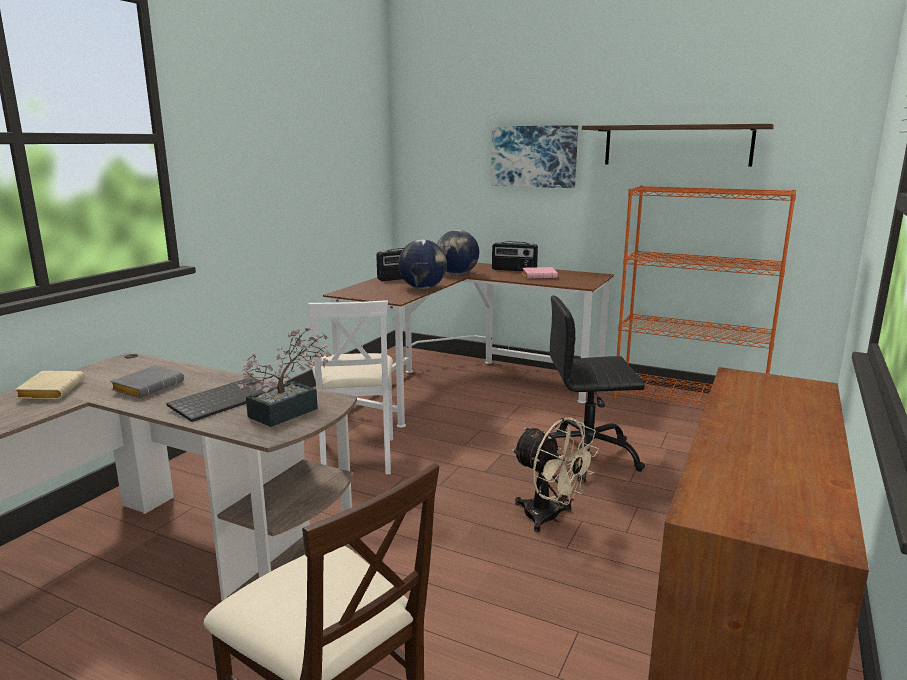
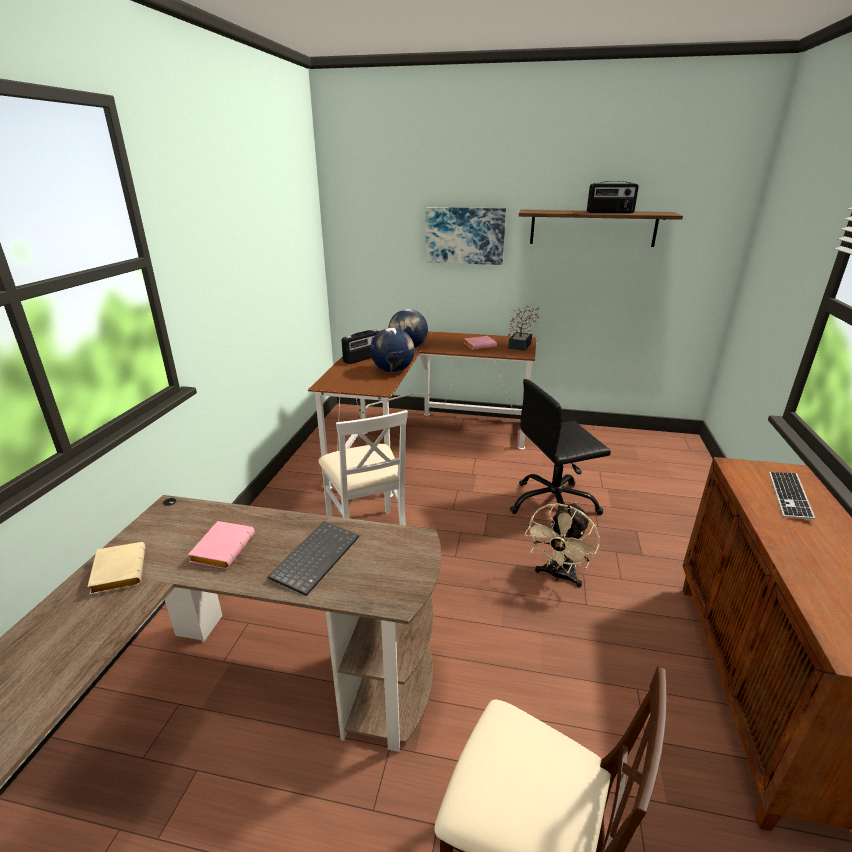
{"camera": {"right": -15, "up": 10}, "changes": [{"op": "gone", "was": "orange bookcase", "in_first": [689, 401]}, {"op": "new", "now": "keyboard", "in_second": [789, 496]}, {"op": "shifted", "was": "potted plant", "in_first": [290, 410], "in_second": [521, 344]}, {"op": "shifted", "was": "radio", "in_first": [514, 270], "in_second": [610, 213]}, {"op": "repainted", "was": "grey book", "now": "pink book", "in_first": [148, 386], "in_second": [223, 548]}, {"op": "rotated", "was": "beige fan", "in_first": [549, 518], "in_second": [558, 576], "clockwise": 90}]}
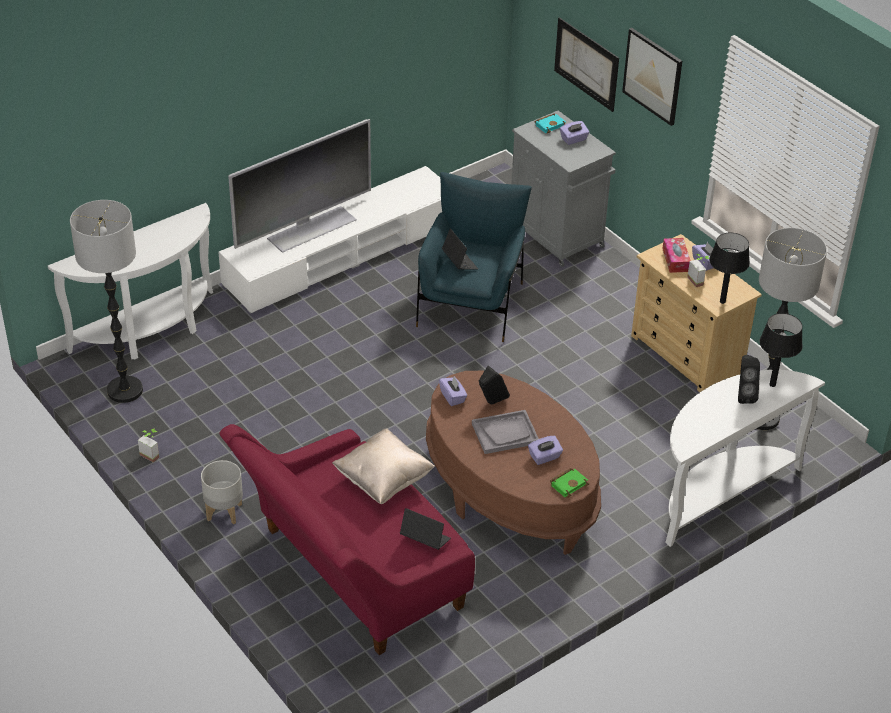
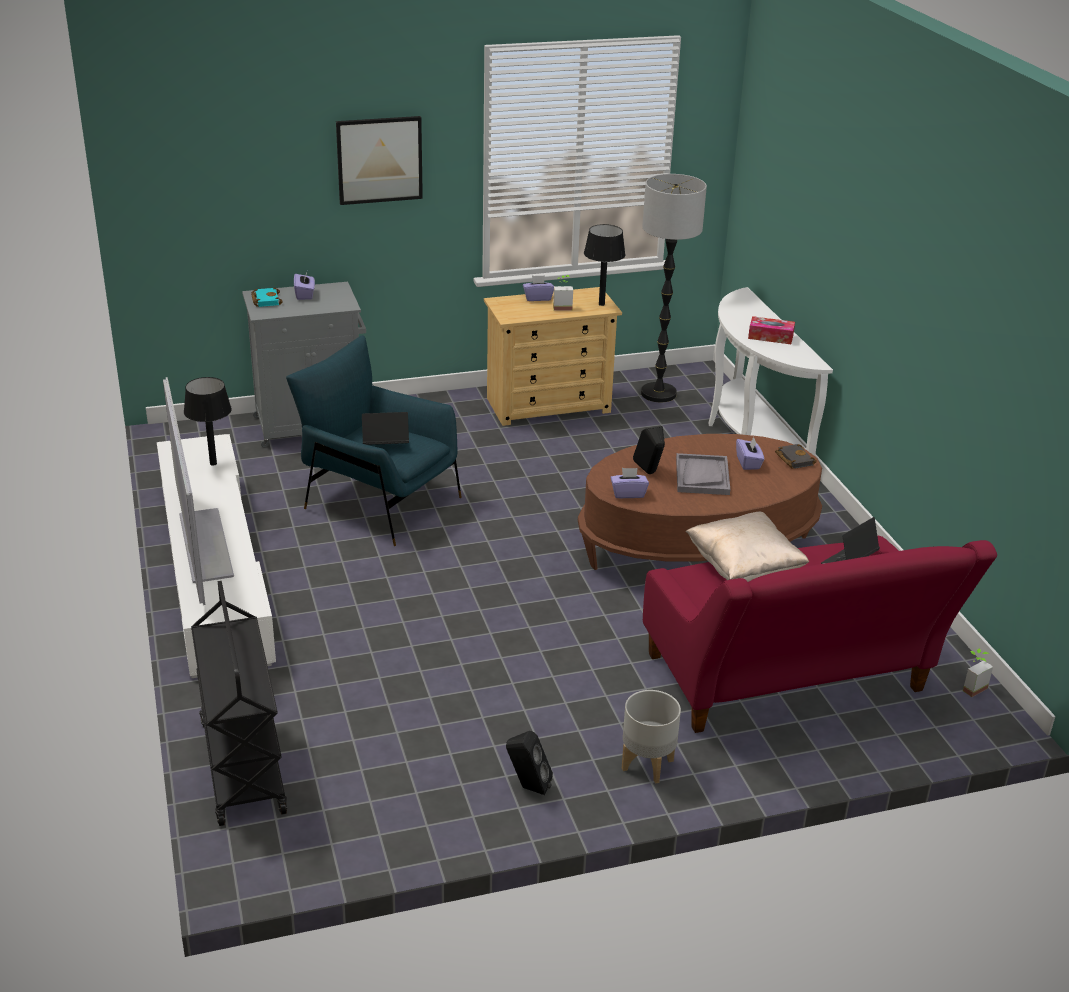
{"camera": {"right": -70, "up": -10}, "changes": [{"op": "gone", "was": "floor lamp", "in_first": [124, 390]}, {"op": "gone", "was": "picture", "in_first": [586, 64]}, {"op": "shifted", "was": "potted plant", "in_first": [152, 454], "in_second": [971, 687]}, {"op": "shifted", "was": "tissue box", "in_first": [675, 260], "in_second": [770, 337]}, {"op": "shifted", "was": "black speaker", "in_first": [744, 395], "in_second": [527, 787]}, {"op": "shifted", "was": "black table lamp", "in_first": [772, 384], "in_second": [213, 463]}, {"op": "swapped", "was": "white console table", "now": "black cart", "in_first": [151, 332], "in_second": [241, 765]}, {"op": "repainted", "was": "green book", "now": "black book", "in_first": [569, 484], "in_second": [793, 459]}]}
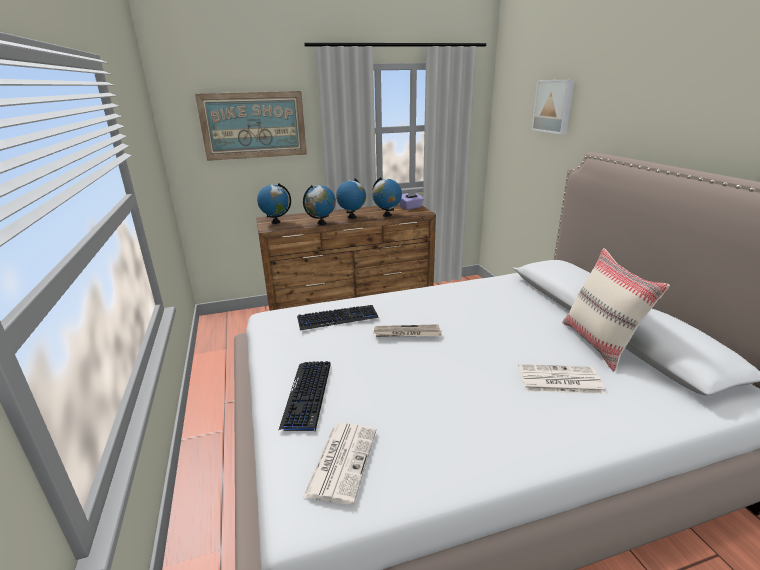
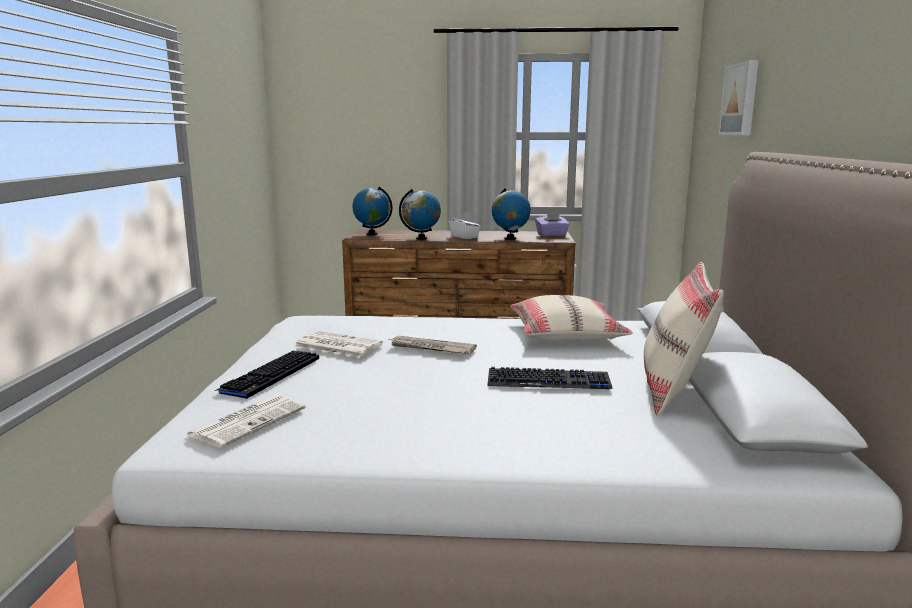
{"camera": {"right": 20, "up": -10}, "changes": [{"op": "gone", "was": "picture", "in_first": [254, 125]}, {"op": "new", "now": "beige pillow", "in_second": [566, 334]}, {"op": "shifted", "was": "keyboard", "in_first": [337, 318], "in_second": [548, 381]}, {"op": "shifted", "was": "newspaper", "in_first": [558, 380], "in_second": [336, 345]}, {"op": "swapped", "was": "globe", "now": "white tissue box", "in_first": [352, 217], "in_second": [464, 237]}]}
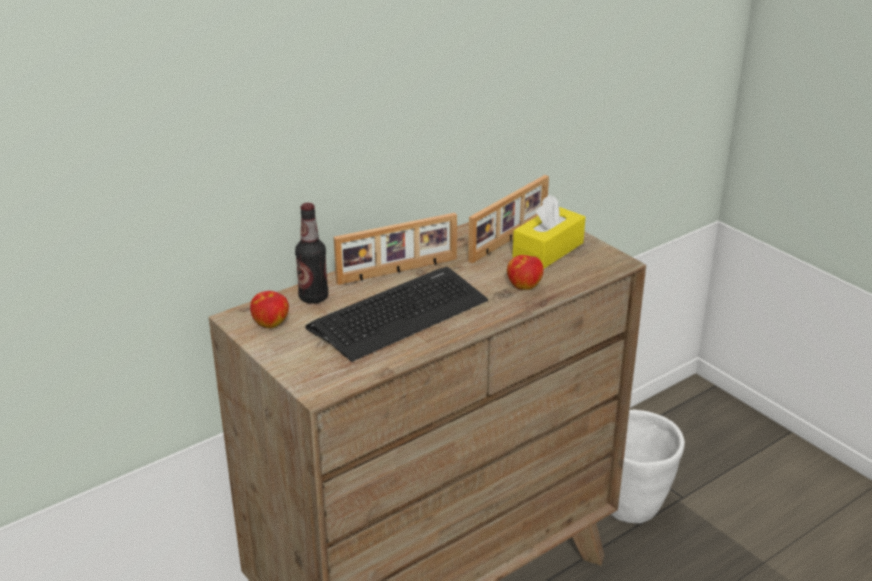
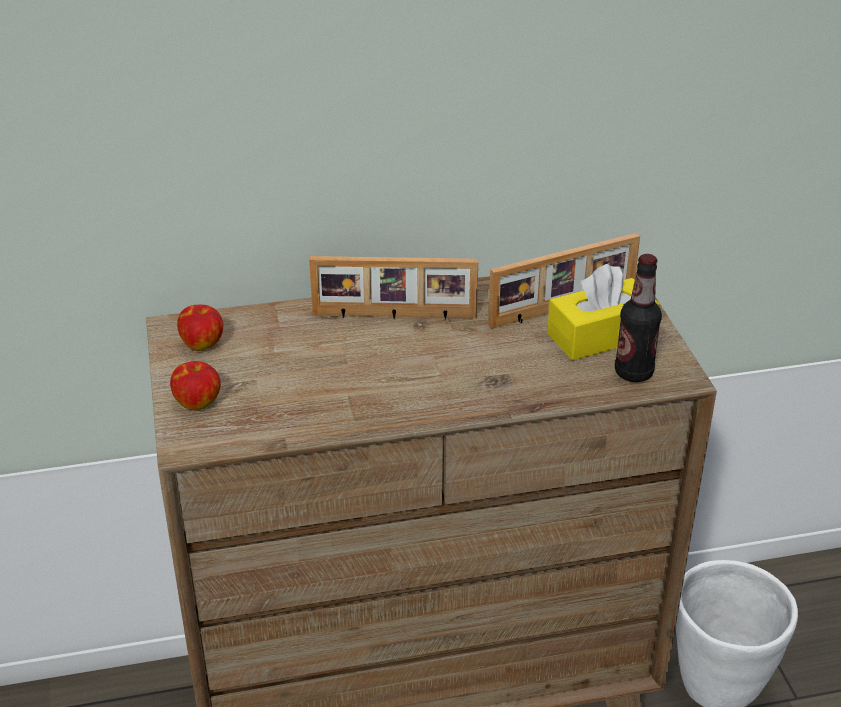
{"camera": {"right": 25, "up": 5}, "changes": [{"op": "gone", "was": "keyboard", "in_first": [399, 314]}, {"op": "shifted", "was": "bottle", "in_first": [313, 297], "in_second": [633, 373]}, {"op": "shifted", "was": "apple", "in_first": [524, 285], "in_second": [198, 402]}]}
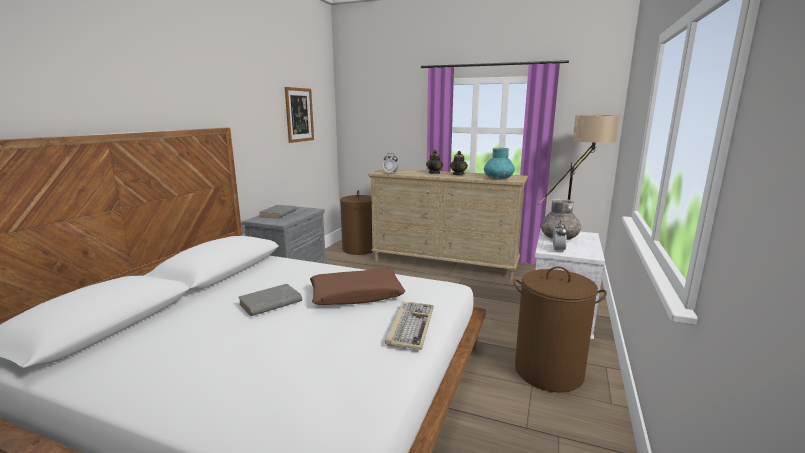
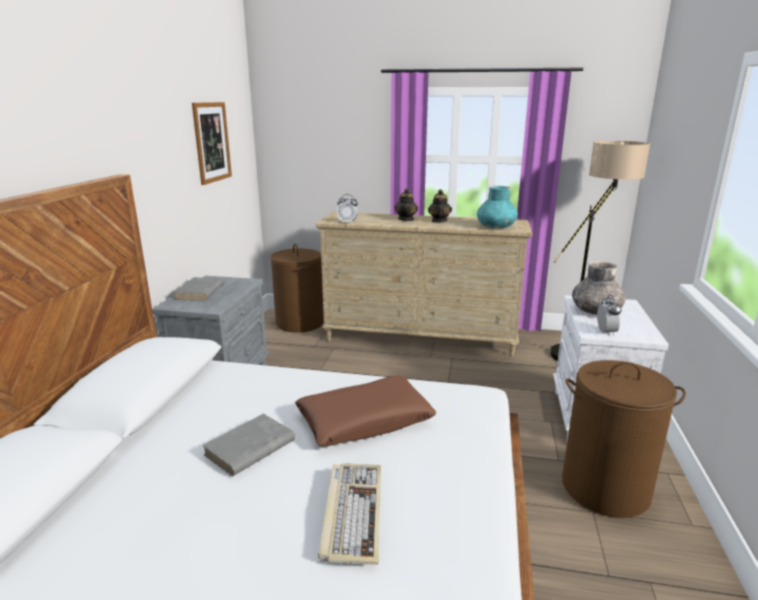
{"camera": {"right": -10, "up": 5}, "changes": [{"op": "shifted", "was": "keyboard", "in_first": [410, 326], "in_second": [352, 512]}]}
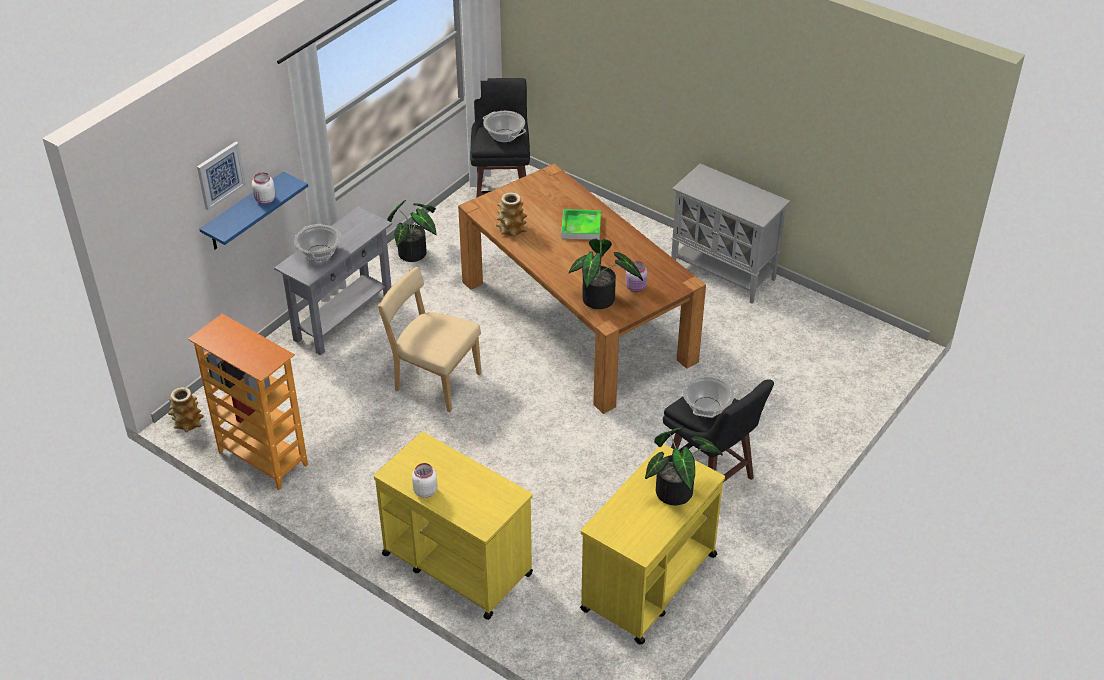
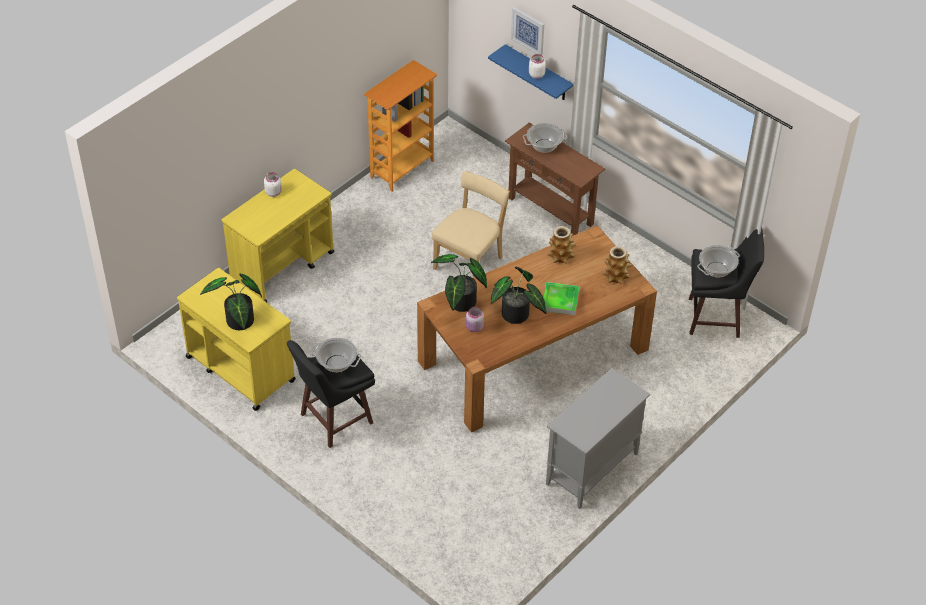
{"camera": {"right": 95, "up": 5}, "changes": [{"op": "shifted", "was": "vase", "in_first": [188, 423], "in_second": [616, 276]}, {"op": "shifted", "was": "potted plant", "in_first": [416, 252], "in_second": [516, 316]}, {"op": "repainted", "was": "grey console table", "now": "brown console table", "in_first": [343, 318], "in_second": [550, 211]}]}
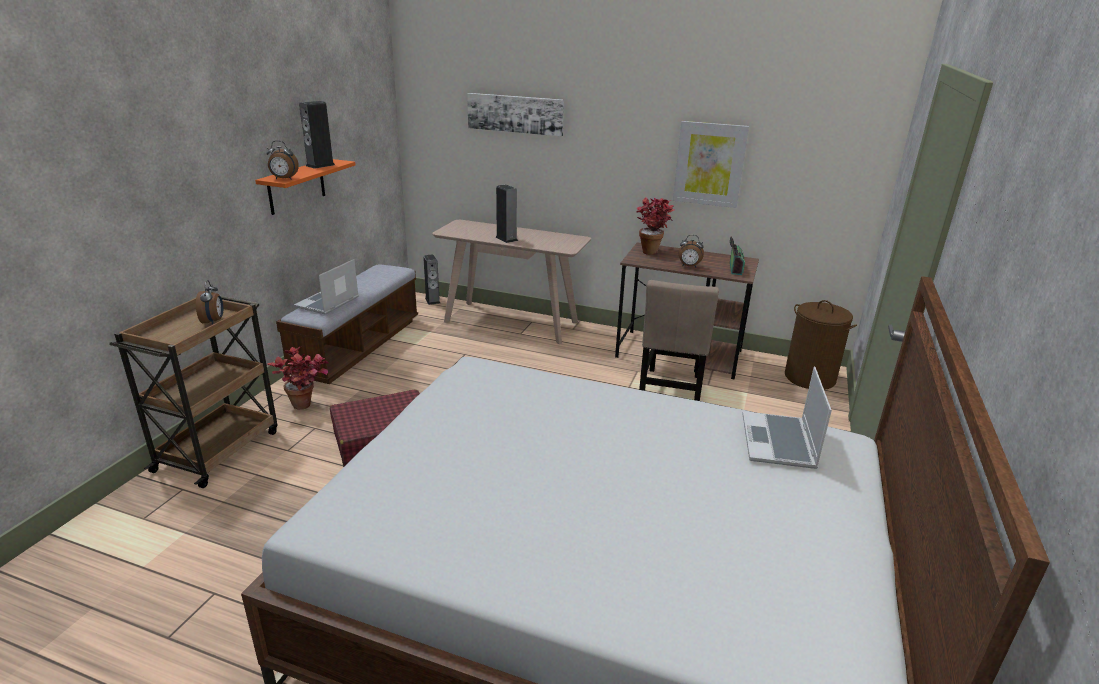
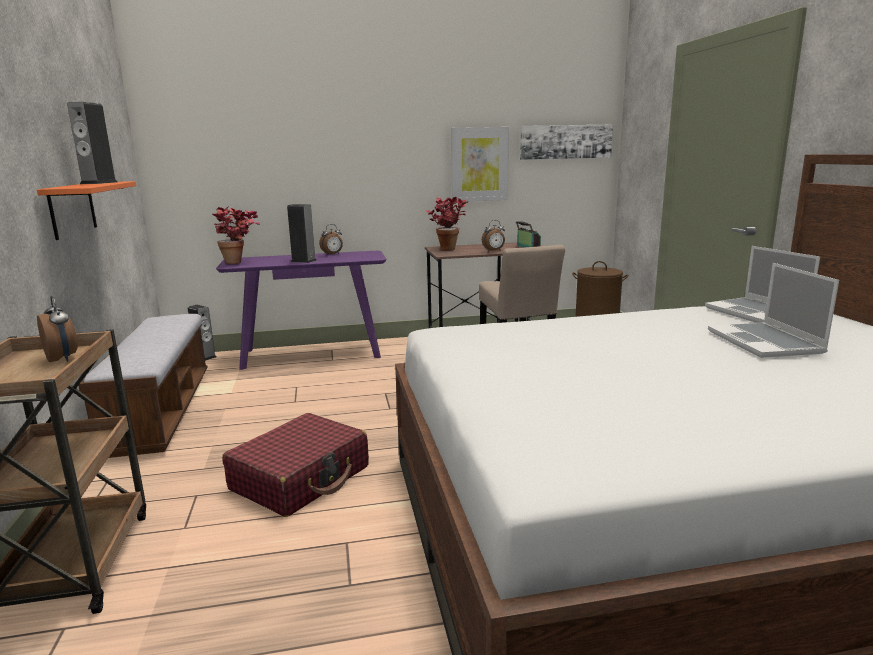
{"camera": {"right": -30, "up": -10}, "changes": [{"op": "shifted", "was": "alarm clock", "in_first": [284, 179], "in_second": [332, 254]}, {"op": "shifted", "was": "potted plant", "in_first": [307, 407], "in_second": [239, 263]}, {"op": "shifted", "was": "laptop", "in_first": [327, 303], "in_second": [766, 342]}, {"op": "shifted", "was": "picture", "in_first": [515, 114], "in_second": [565, 142]}, {"op": "repainted", "was": "beige console table", "now": "purple console table", "in_first": [511, 322], "in_second": [312, 353]}]}
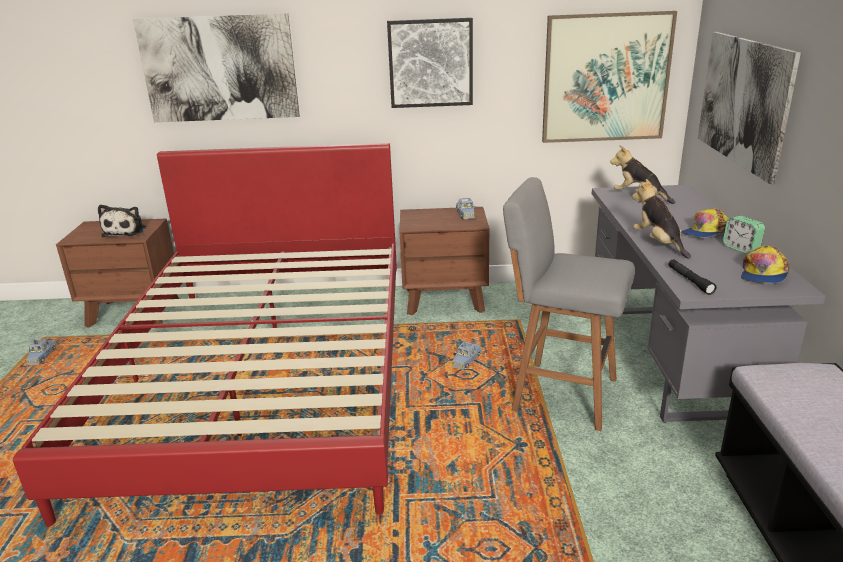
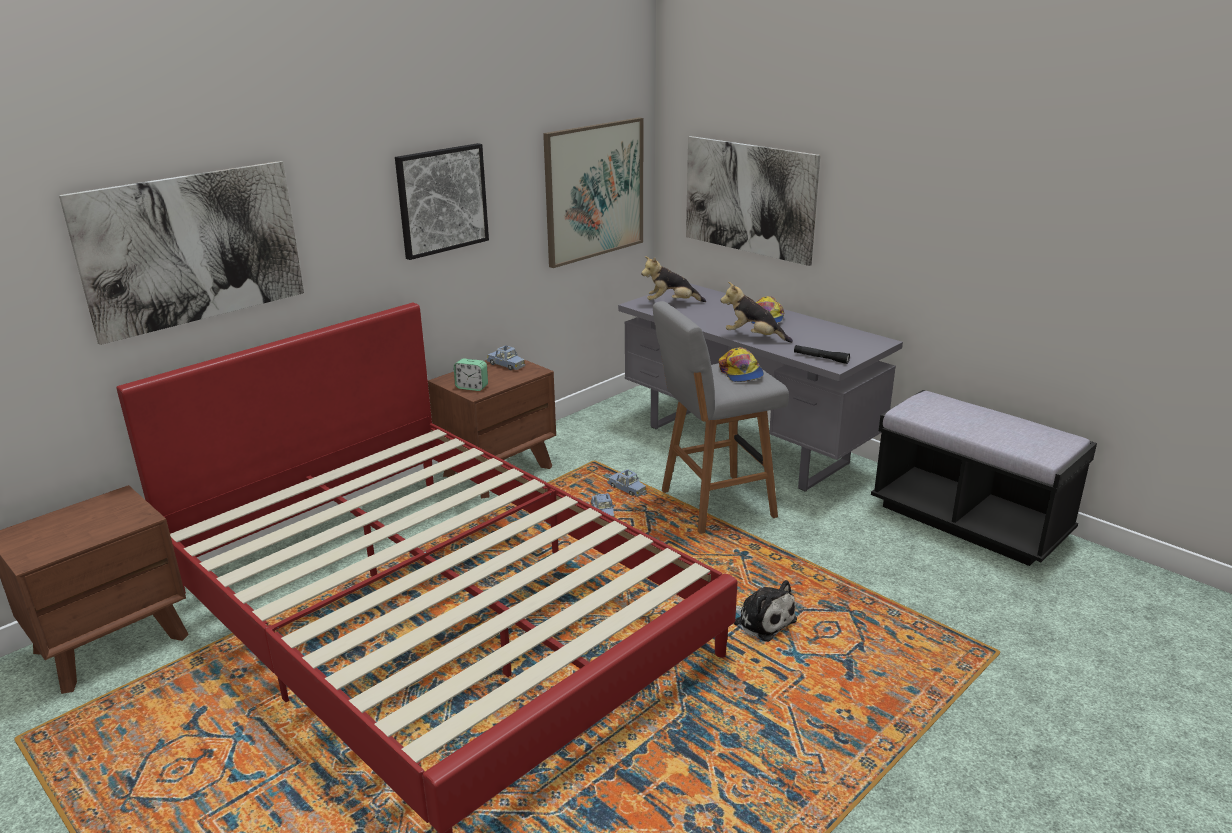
{"camera": {"right": -45, "up": 0}, "changes": [{"op": "shifted", "was": "blue toy car", "in_first": [42, 356], "in_second": [627, 489]}, {"op": "shifted", "was": "plush toy", "in_first": [126, 231], "in_second": [761, 620]}, {"op": "shifted", "was": "alarm clock", "in_first": [741, 248], "in_second": [472, 387]}, {"op": "shifted", "was": "cap", "in_first": [763, 274], "in_second": [741, 373]}]}
